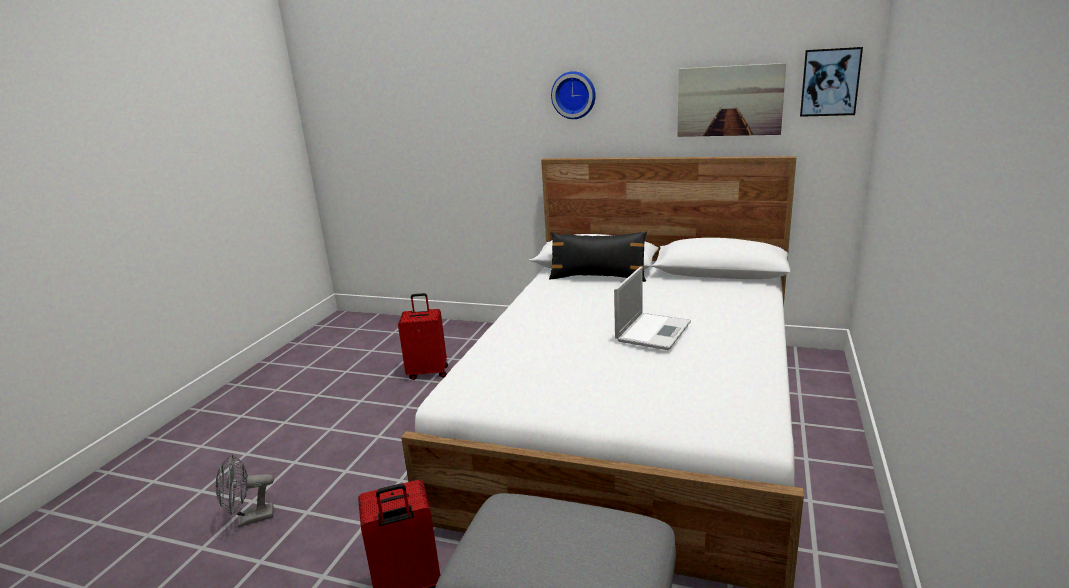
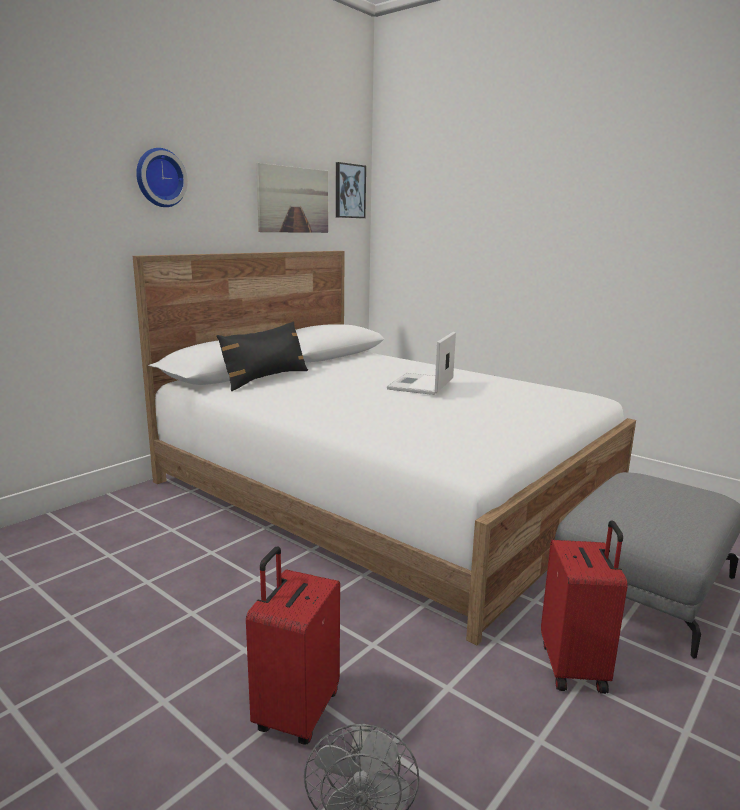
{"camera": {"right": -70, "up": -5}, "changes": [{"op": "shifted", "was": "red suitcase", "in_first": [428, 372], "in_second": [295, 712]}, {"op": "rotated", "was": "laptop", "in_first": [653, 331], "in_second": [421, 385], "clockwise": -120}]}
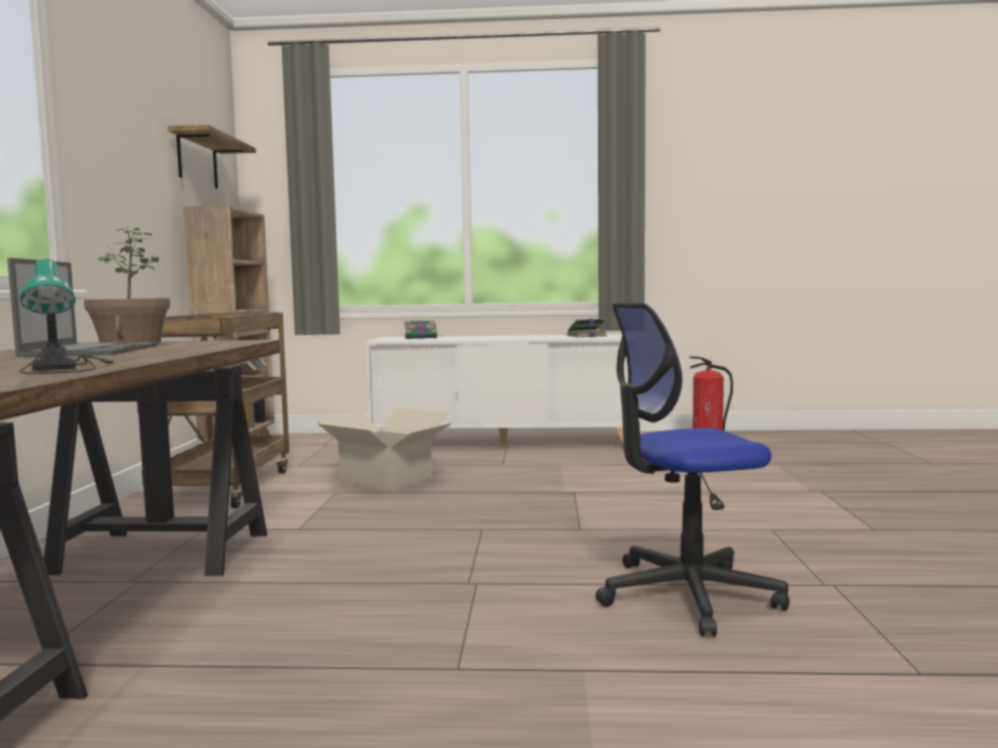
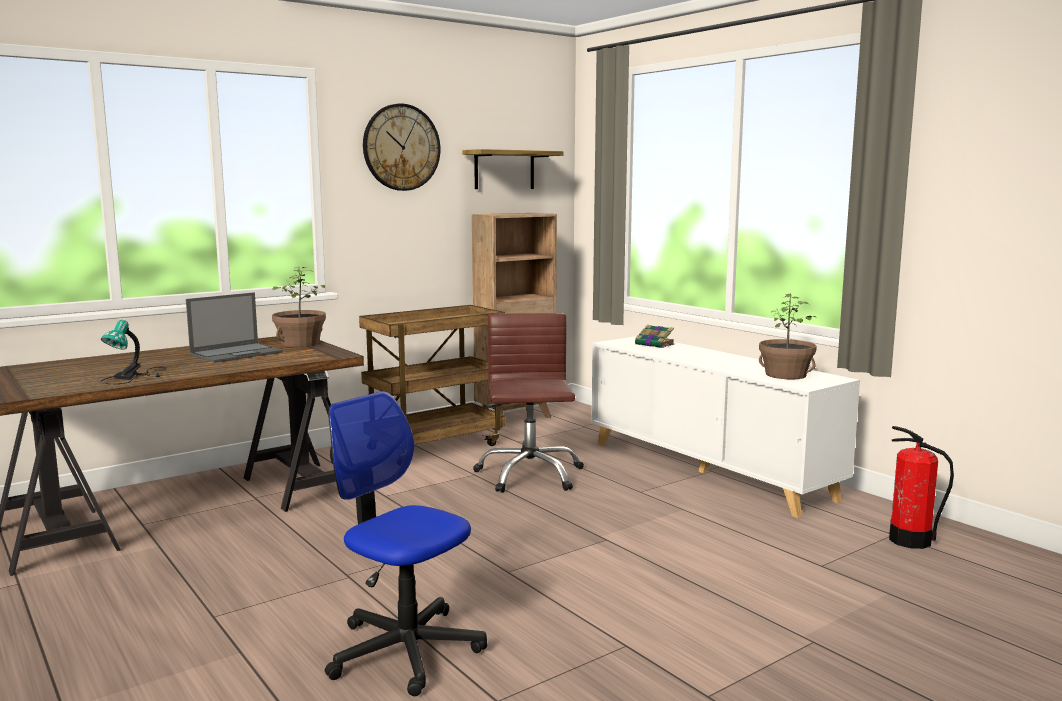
{"camera": {"right": 50, "up": 5}, "changes": [{"op": "new", "now": "wall clock", "in_second": [401, 147]}, {"op": "swapped", "was": "cardboard box", "now": "brown office chair", "in_first": [386, 479], "in_second": [529, 475]}, {"op": "swapped", "was": "book", "now": "potted plant", "in_first": [586, 336], "in_second": [785, 375]}]}
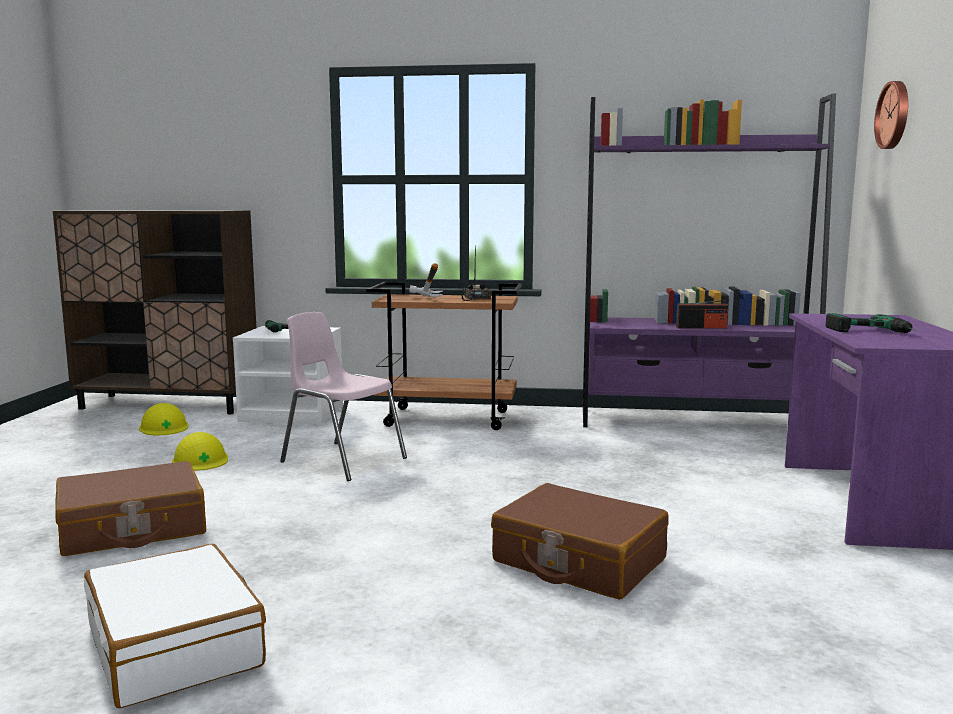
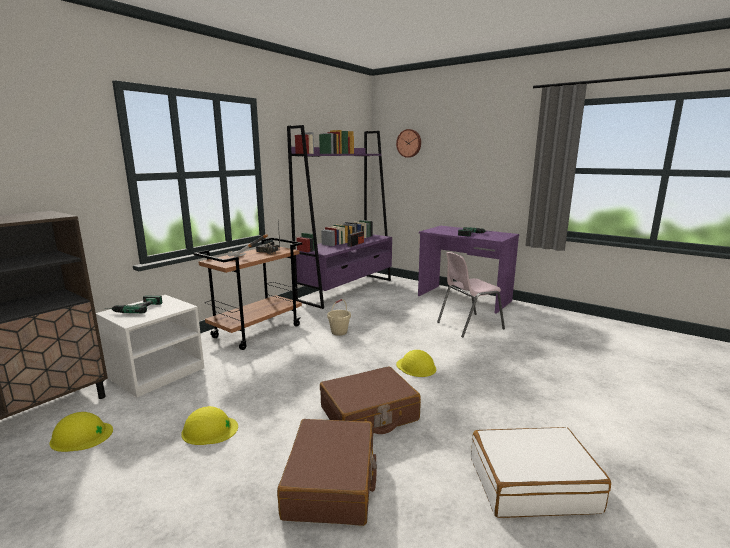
{"camera": {"right": -60, "up": 5}, "changes": [{"op": "new", "now": "beige bucket", "in_second": [339, 332]}, {"op": "new", "now": "yellow hard hat", "in_second": [416, 367]}, {"op": "shifted", "was": "pink chair", "in_first": [342, 460], "in_second": [468, 325]}, {"op": "shifted", "was": "brown suitcase", "in_first": [578, 561], "in_second": [369, 414]}]}
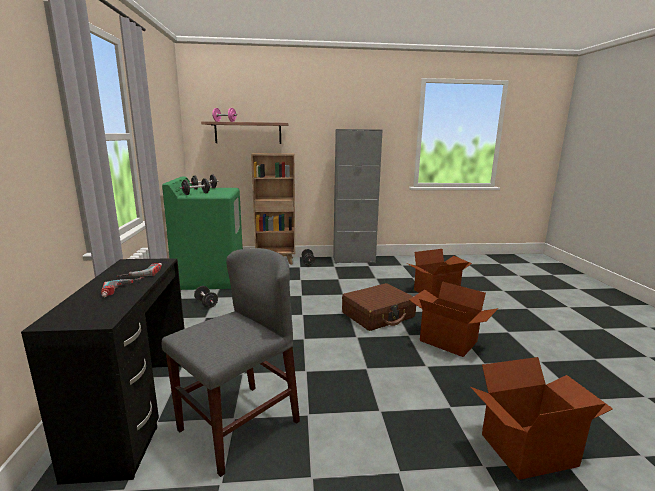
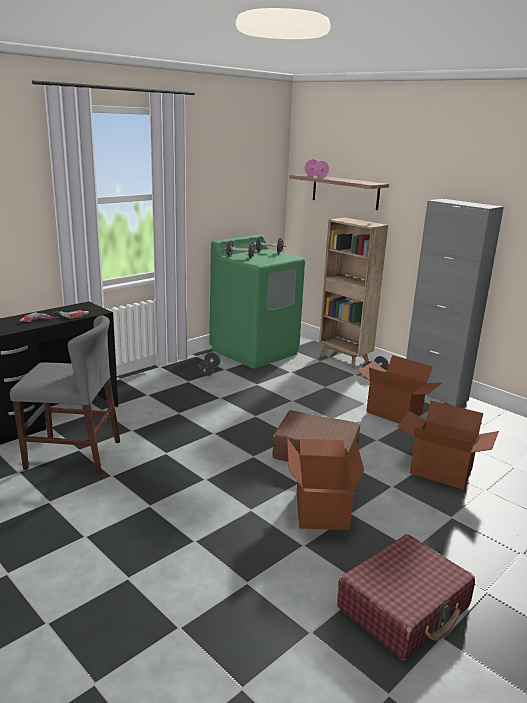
{"camera": {"right": 50, "up": 5}, "changes": [{"op": "new", "now": "red suitcase", "in_second": [404, 607]}, {"op": "shifted", "was": "cardboard box", "in_first": [527, 448], "in_second": [394, 412]}]}
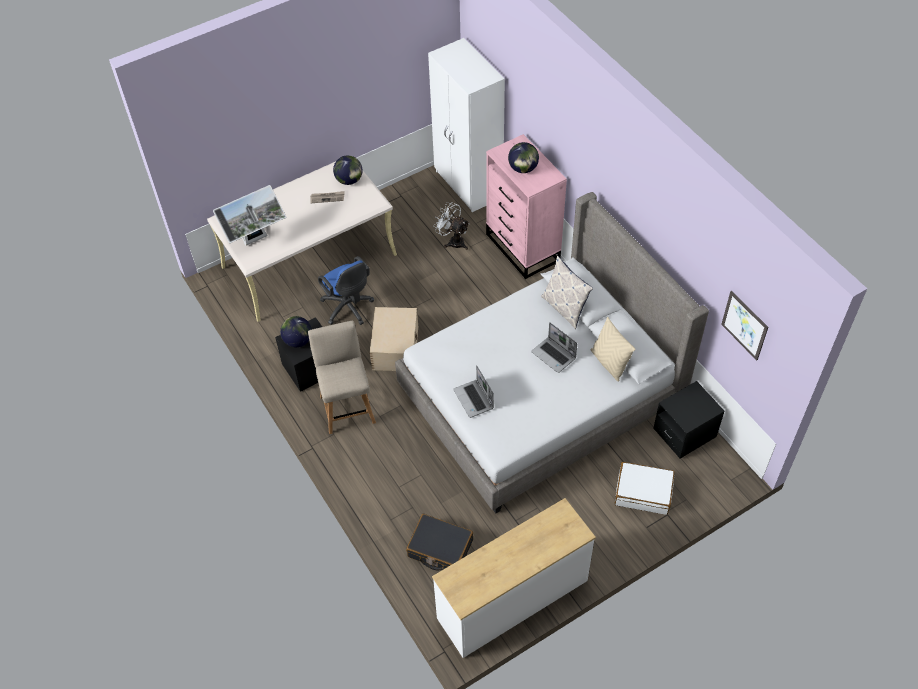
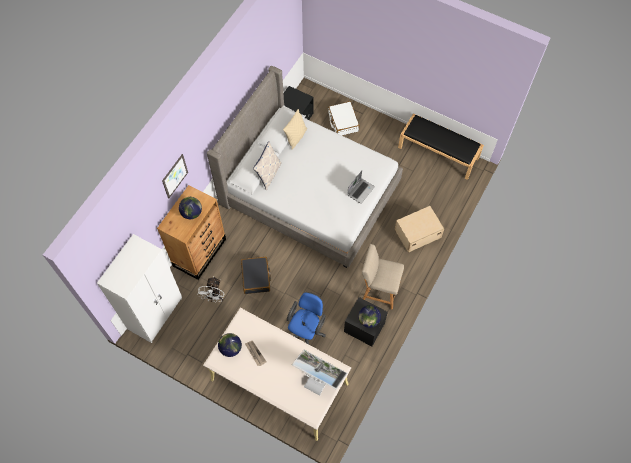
{"camera": {"right": -120, "up": 10}, "changes": [{"op": "gone", "was": "laptop", "in_first": [554, 355]}, {"op": "shifted", "was": "beige storage box", "in_first": [395, 347], "in_second": [417, 233]}, {"op": "shifted", "was": "black suitcase", "in_first": [440, 549], "in_second": [256, 277]}, {"op": "shifted", "was": "picture", "in_first": [744, 325], "in_second": [175, 176]}, {"op": "swapped", "was": "white dresser", "now": "black bench", "in_first": [513, 600], "in_second": [439, 153]}, {"op": "repainted", "was": "pink dresser", "now": "brown dresser", "in_first": [523, 248], "in_second": [200, 252]}, {"op": "rotated", "was": "beige chair", "in_first": [347, 406], "in_second": [378, 290], "clockwise": 60}]}
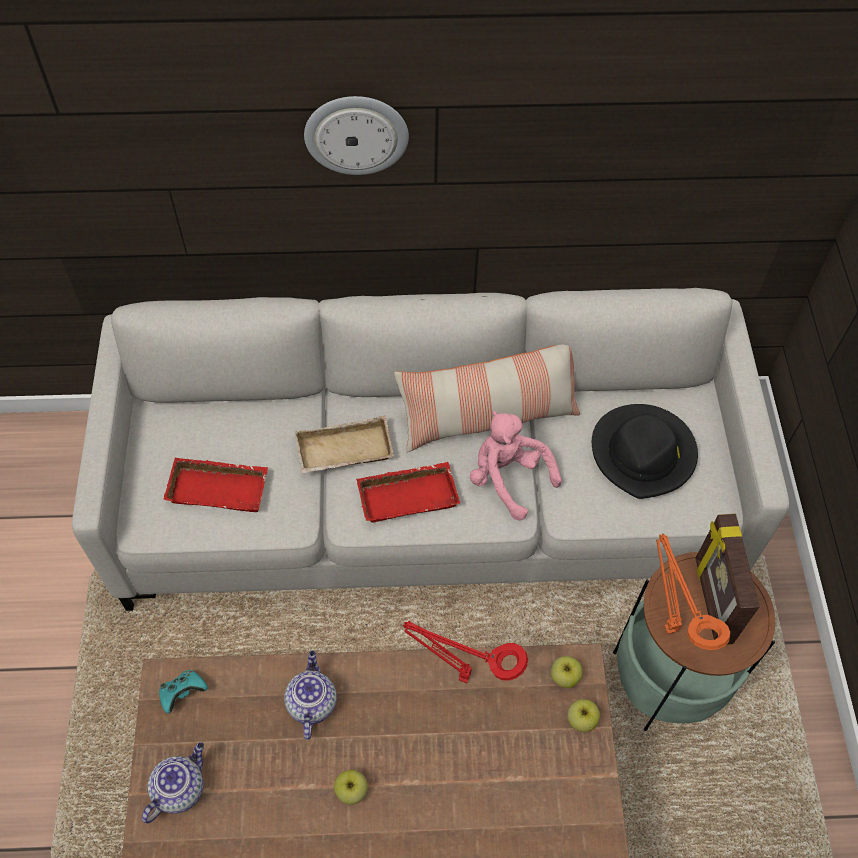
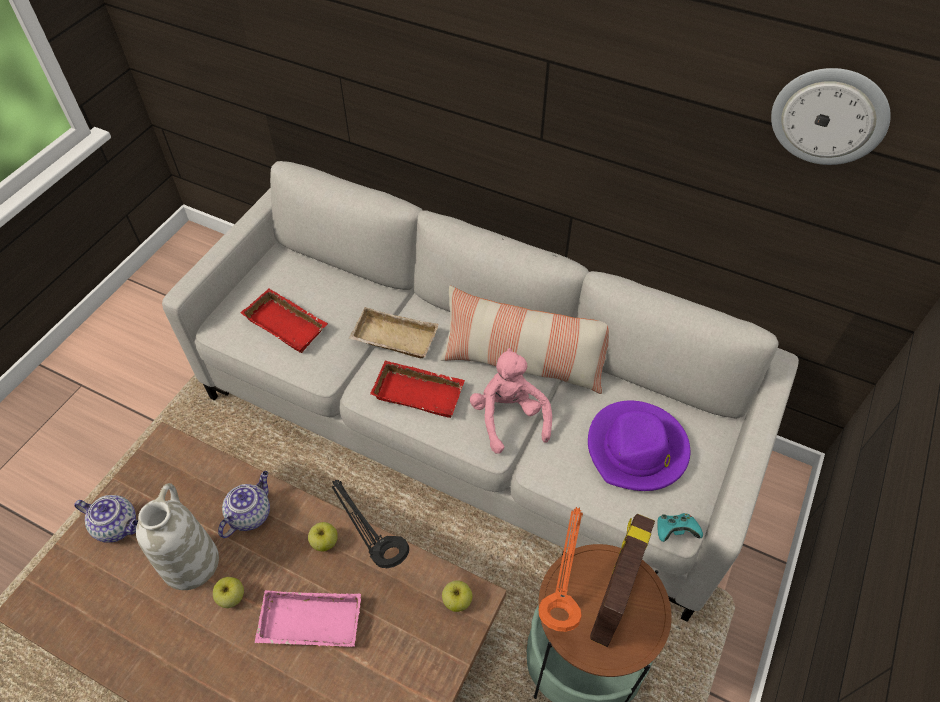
{"camera": {"right": 30, "up": -5}, "changes": [{"op": "new", "now": "white vase", "in_second": [190, 562]}, {"op": "new", "now": "pink tray", "in_second": [308, 625]}, {"op": "shifted", "was": "turquoise game controller", "in_first": [183, 693], "in_second": [675, 531]}, {"op": "shifted", "was": "wall clock", "in_first": [356, 134], "in_second": [829, 116]}, {"op": "shifted", "was": "apple", "in_first": [581, 719], "in_second": [324, 542]}, {"op": "repainted", "was": "red table lamp", "now": "black table lamp", "in_first": [460, 675], "in_second": [374, 554]}, {"op": "repainted", "was": "black hat", "now": "purple hat", "in_first": [643, 453], "in_second": [637, 449]}, {"op": "rotated", "was": "teapot", "in_first": [180, 788], "in_second": [118, 526], "clockwise": 45}]}
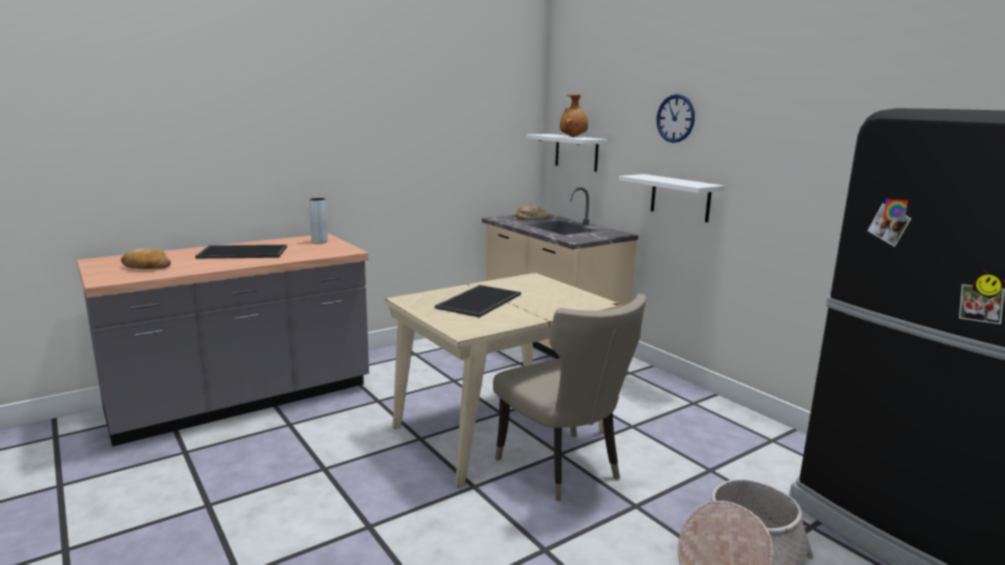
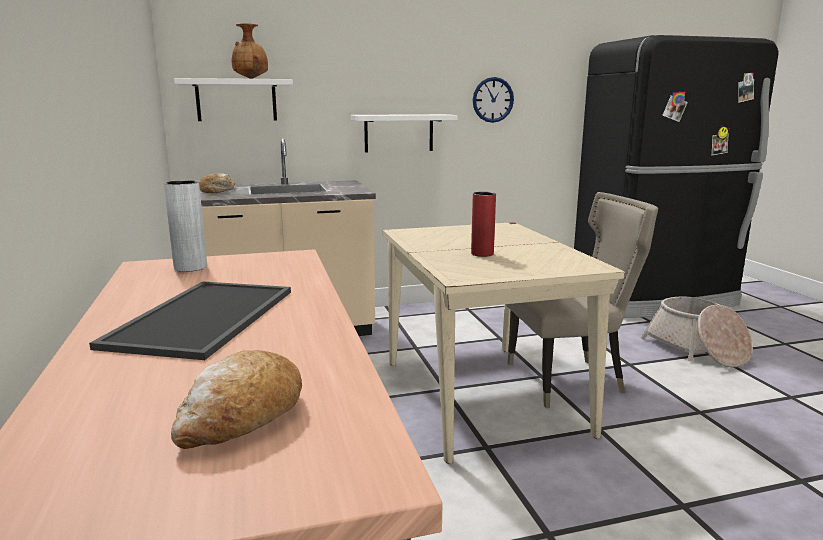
{"camera": {"right": -70, "up": 0}, "changes": [{"op": "shifted", "was": "wall clock", "in_first": [675, 118], "in_second": [493, 100]}, {"op": "swapped", "was": "tray", "now": "red vase", "in_first": [478, 301], "in_second": [482, 254]}]}
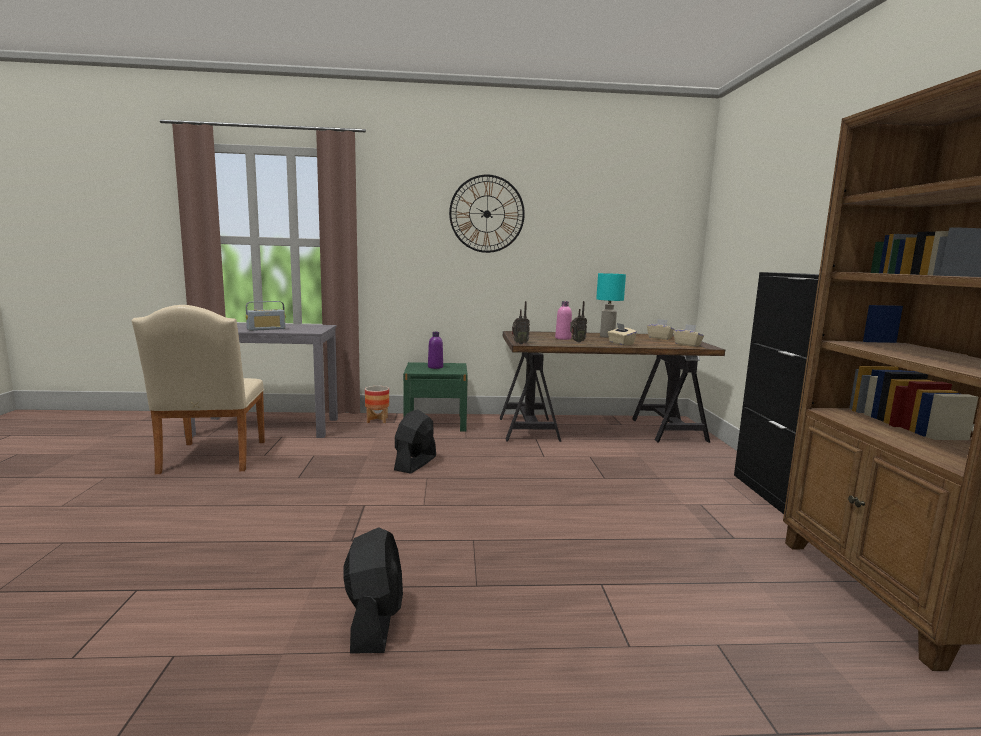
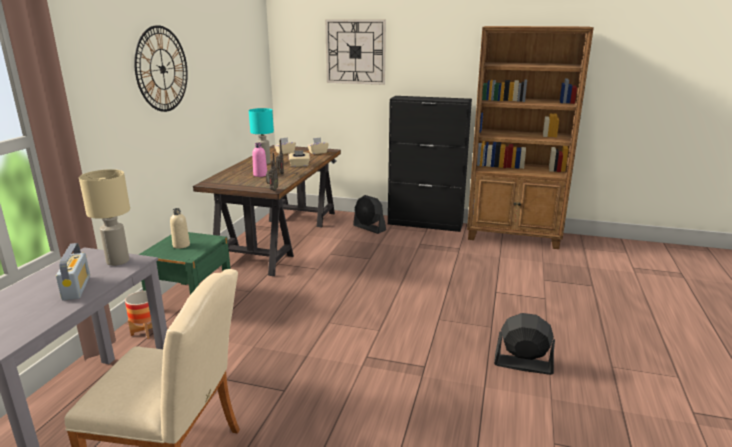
{"camera": {"right": -70, "up": 10}, "changes": [{"op": "new", "now": "beige table lamp", "in_second": [118, 261]}, {"op": "new", "now": "wall clock", "in_second": [355, 52]}, {"op": "shifted", "was": "black fan", "in_first": [415, 463], "in_second": [369, 228]}, {"op": "repainted", "was": "purple bottle", "now": "beige bottle", "in_first": [435, 367], "in_second": [181, 245]}]}
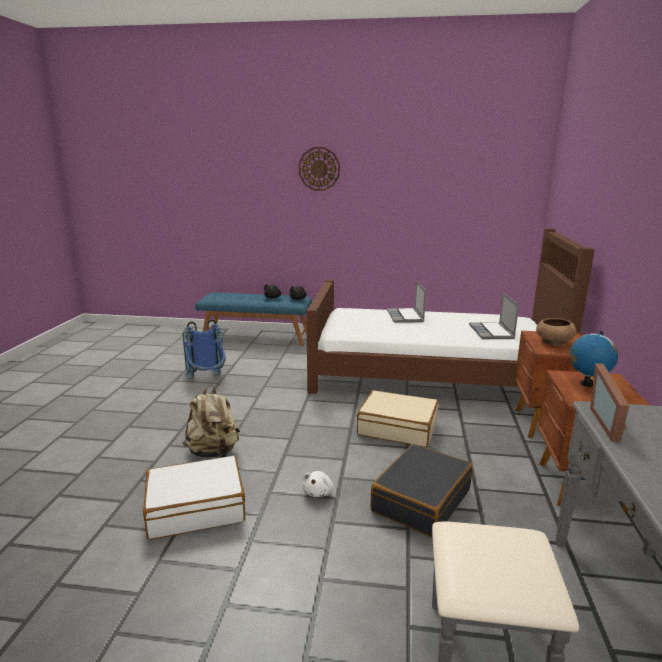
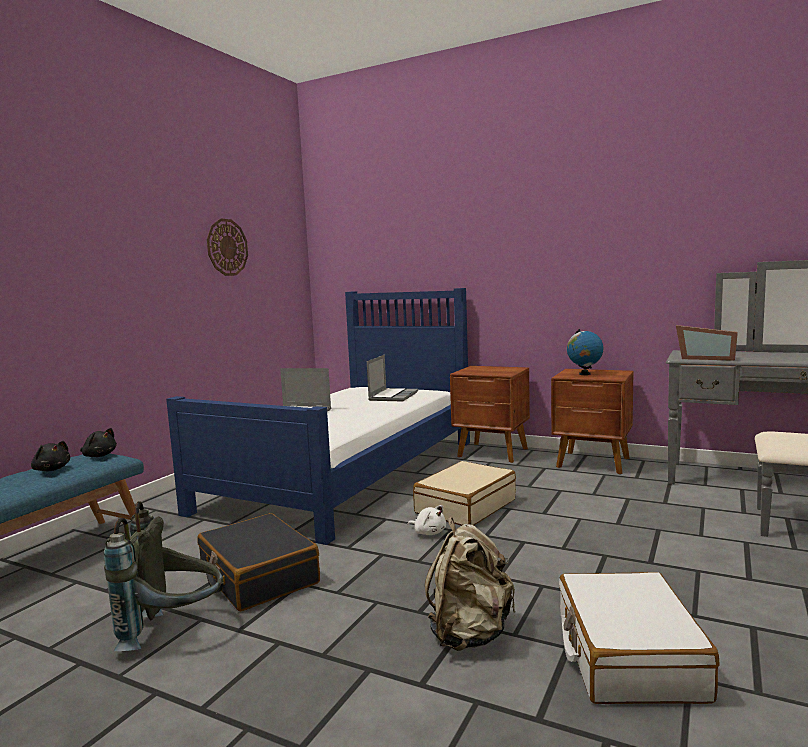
{"camera": {"right": -70, "up": -10}, "changes": [{"op": "gone", "was": "brown bowl", "in_first": [553, 342]}, {"op": "shifted", "was": "wall clock", "in_first": [319, 169], "in_second": [227, 247]}, {"op": "shifted", "was": "white plush toy", "in_first": [318, 492], "in_second": [429, 532]}, {"op": "shifted", "was": "black suitcase", "in_first": [420, 500], "in_second": [258, 576]}, {"op": "repainted", "was": "blue backpack", "now": "grey backpack", "in_first": [207, 380], "in_second": [173, 631]}, {"op": "repainted", "was": "brown bed", "now": "blue bed", "in_first": [431, 374], "in_second": [347, 473]}, {"op": "rotated", "was": "laptop", "in_first": [492, 332], "in_second": [393, 396], "clockwise": -90}]}
